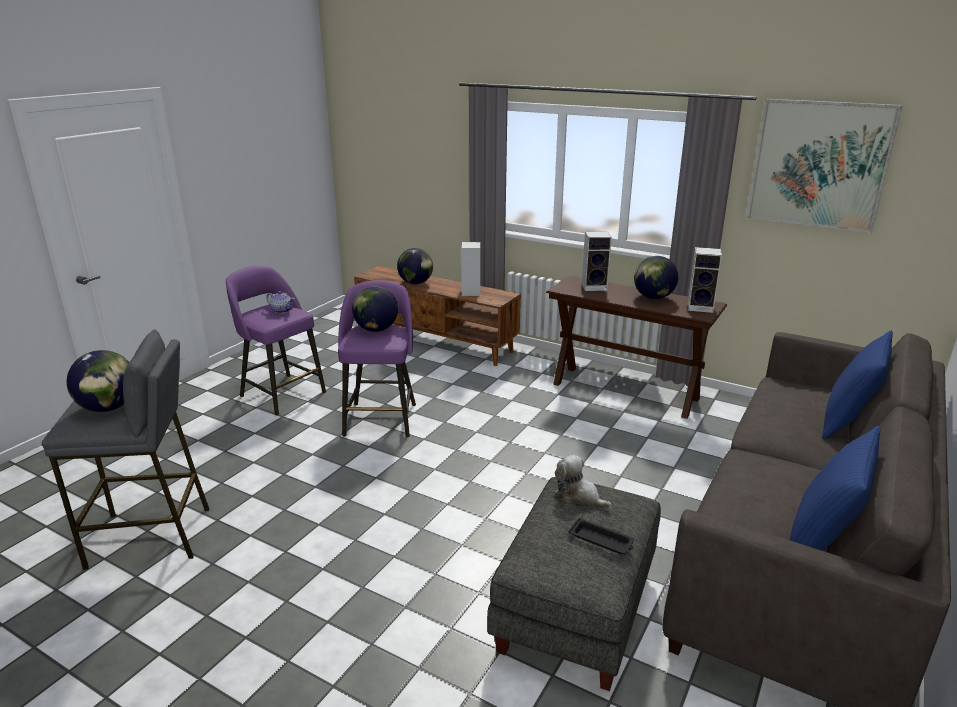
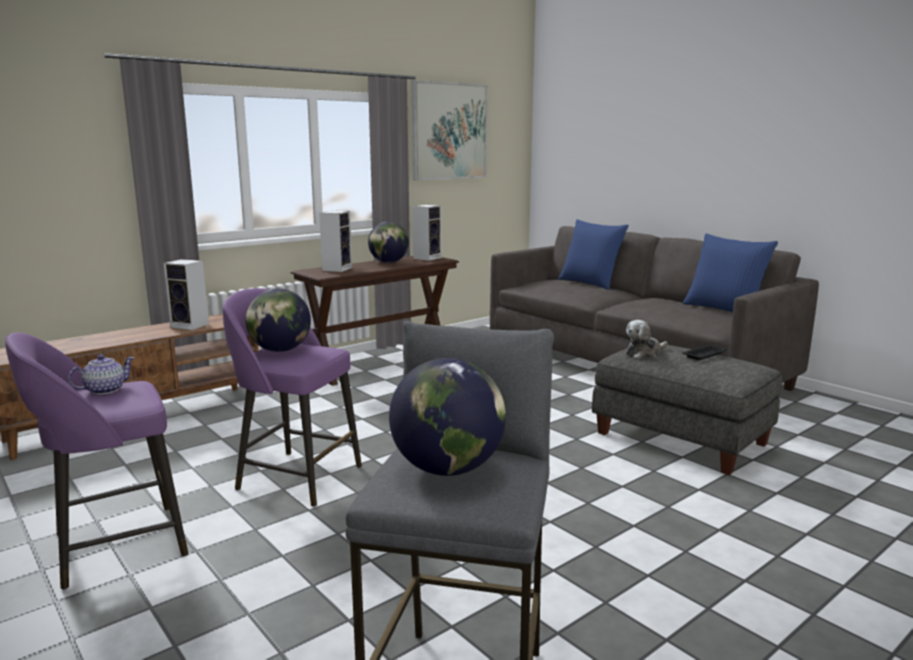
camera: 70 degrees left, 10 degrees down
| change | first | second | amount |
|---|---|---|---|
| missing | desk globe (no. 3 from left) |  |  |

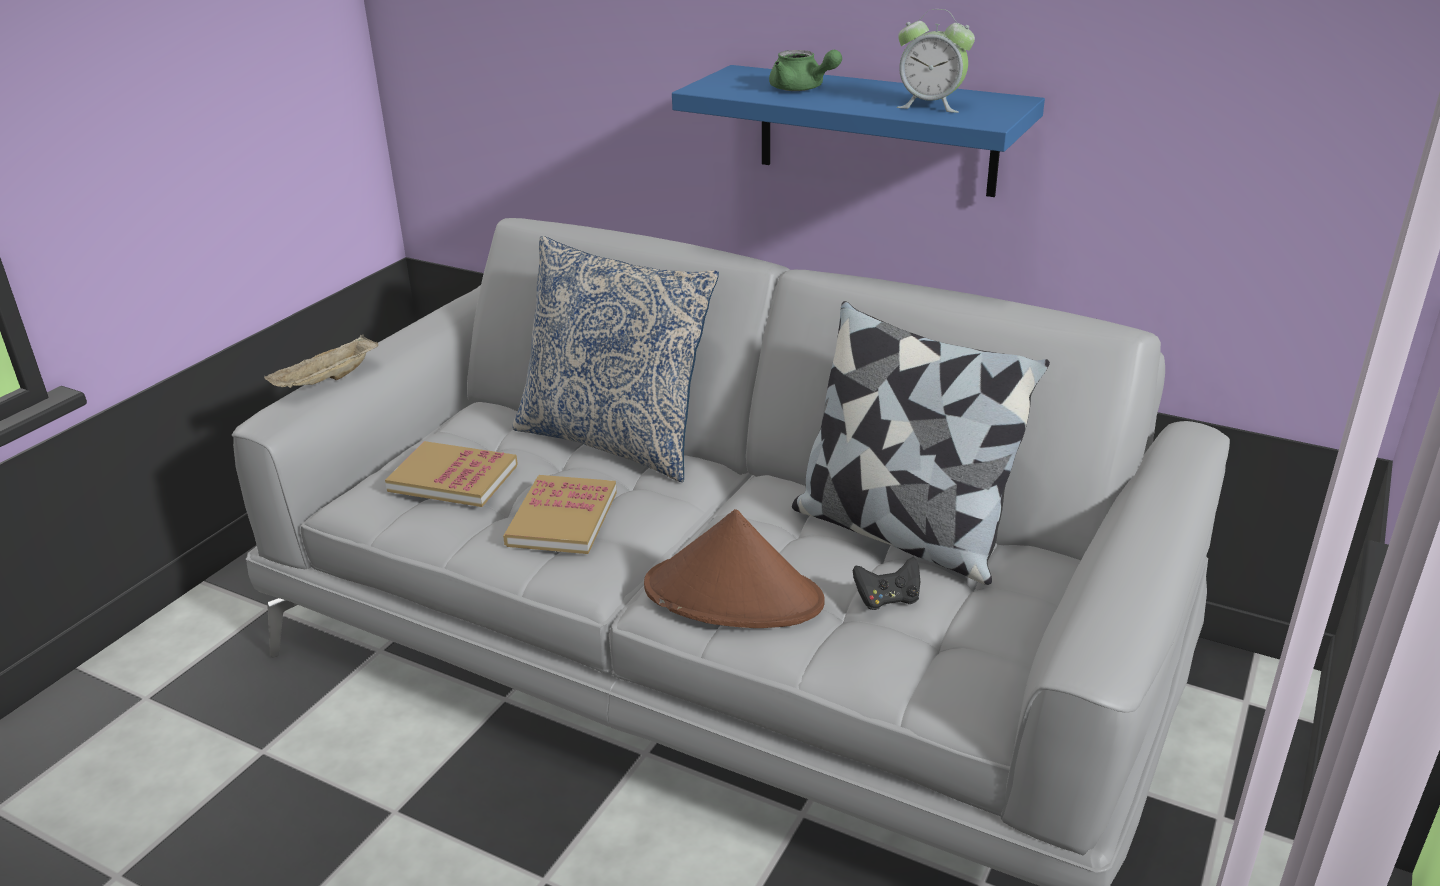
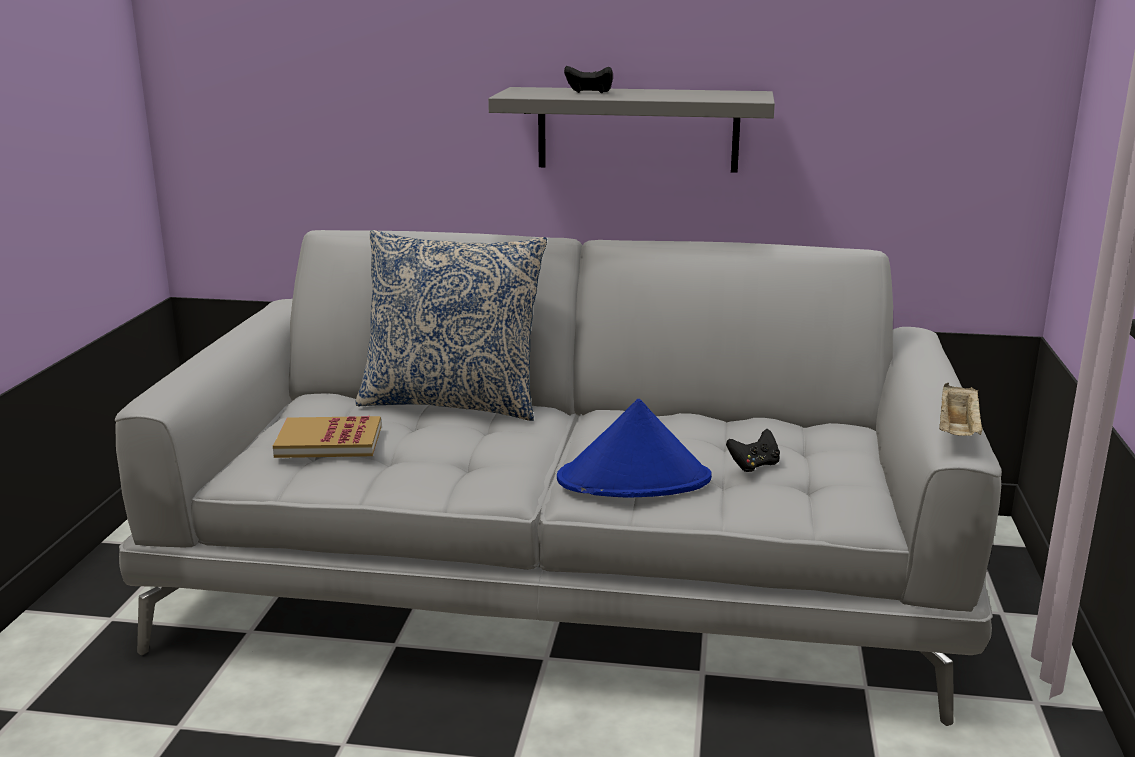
camera: 20 degrees left, 10 degrees down
| change | first | second | amount |
|---|---|---|---|
| missing | book (no. 2 from left) |  |  |
| missing | throw pillow (no. 2 from left) |  |  |
| missing | table clock |  |  |
| relocated | beige-coloured tray |  |  |
| exchanged | green teapot | black-coloured game controller (no. 1 from left) |  |
| colour | brownish hat | blue hat |  |
| colour | blue wall shelf | gray wall shelf |  |

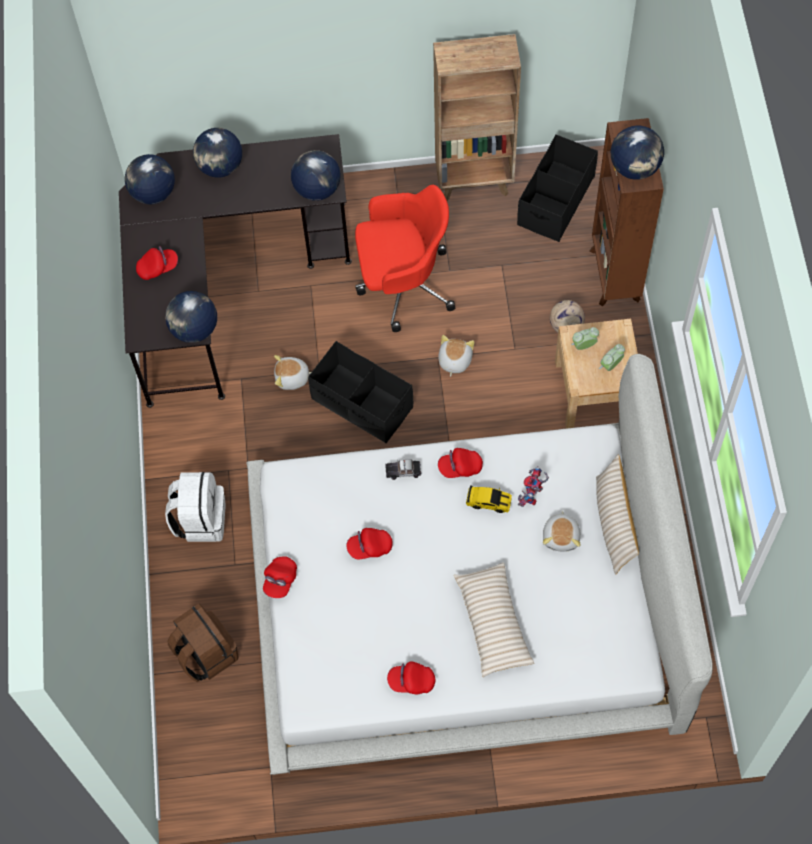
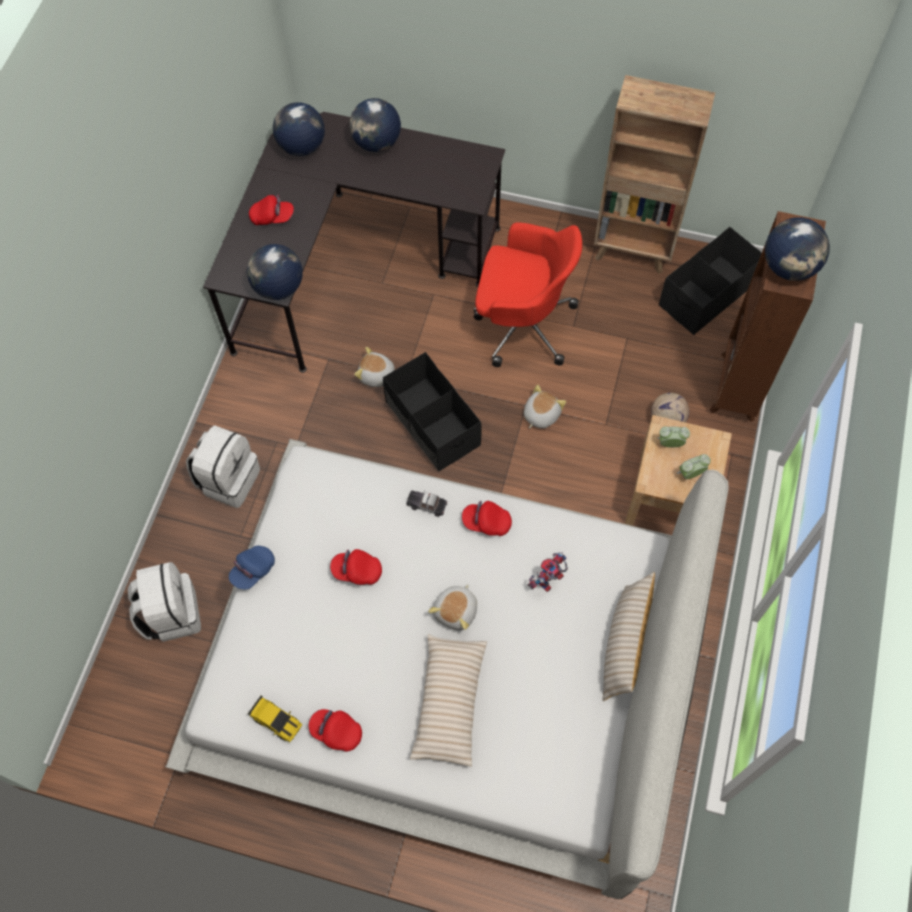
camera: 20 degrees right, 0 degrees up
| change | first | second | amount |
|---|---|---|---|
| missing | desk globe (no. 4 from left) |  |  |
| relocated | toy car (no. 2 from left in the first image) | toy car (no. 1 from left) |  |
| relocated | cuddly toy (no. 3 from left in the first image) | cuddly toy (no. 2 from left) |  |
| colour | brownish knapsack | white knapsack (no. 1 from left) |  |
| colour | red baseball cap (no. 2 from left) | blue baseball cap |  |

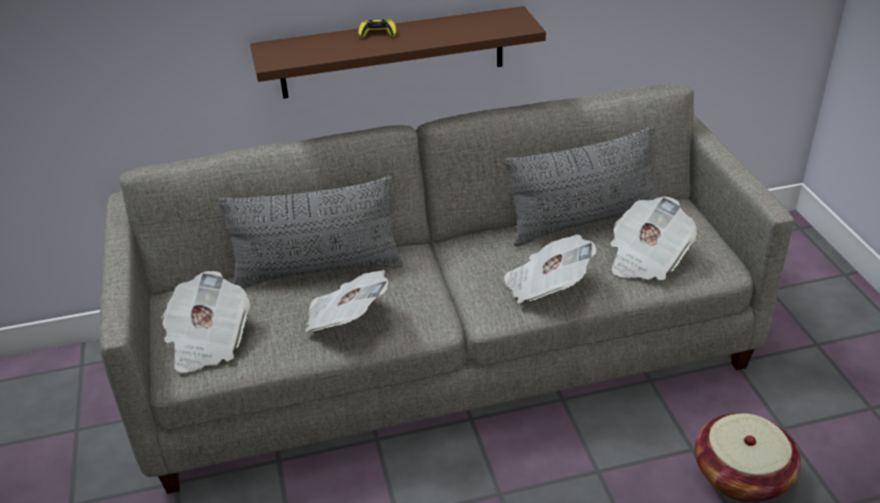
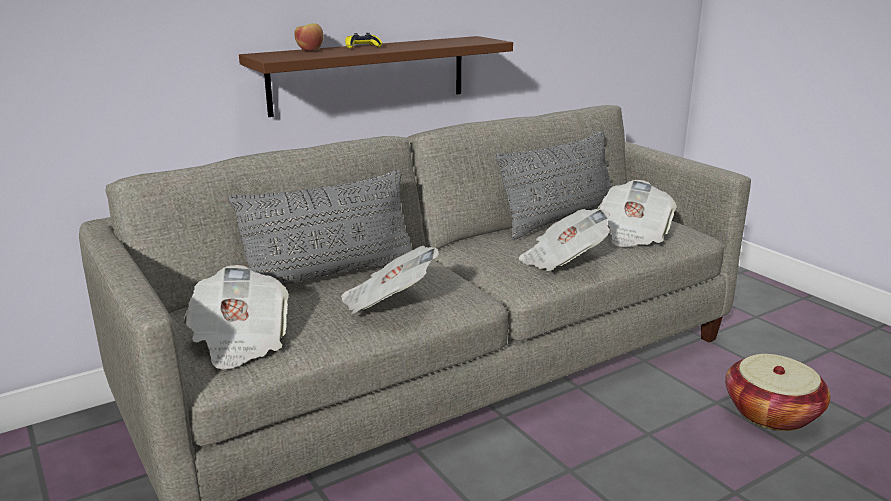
camera: 20 degrees left, 15 degrees down
| change | first | second | amount |
|---|---|---|---|
| appeared |  | whole apple |  |

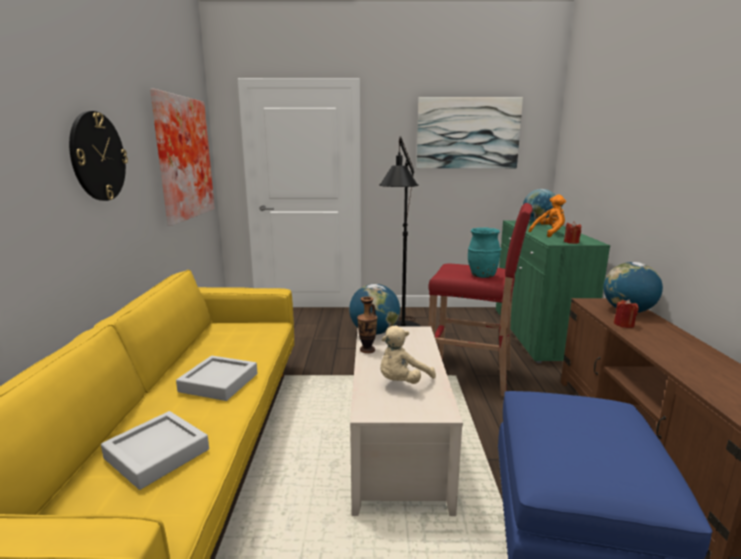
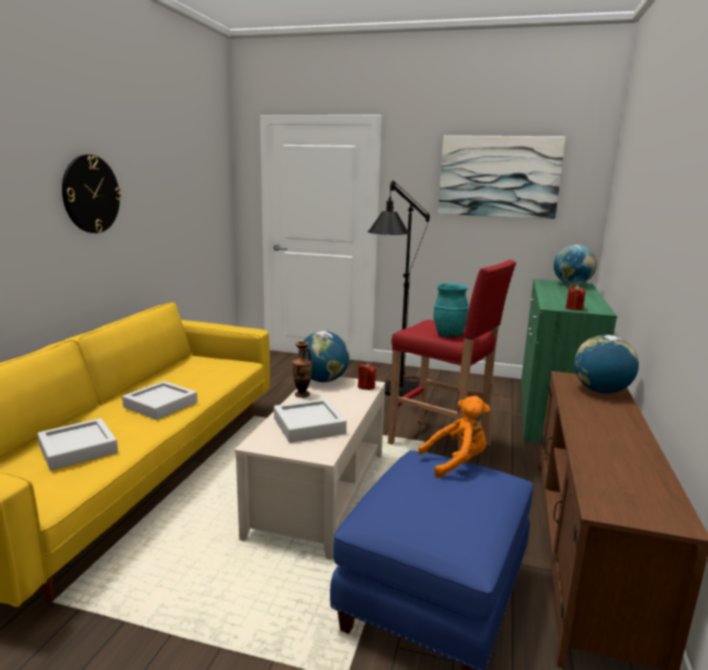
camera: 15 degrees right, 0 degrees up
| change | first | second | amount |
|---|---|---|---|
| missing | wall picture (no. 1 from left) |  |  |
| relocated | orangey cuddly toy |  |  |
| relocated | red candle (no. 2 from left in the first image) | red candle (no. 1 from left) |  |
| exchanged | beige-coloured cuddly toy | gray tray (no. 3 from left) |  |

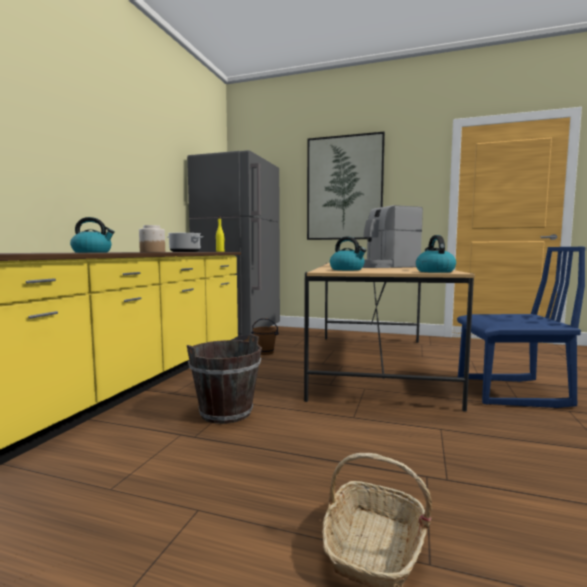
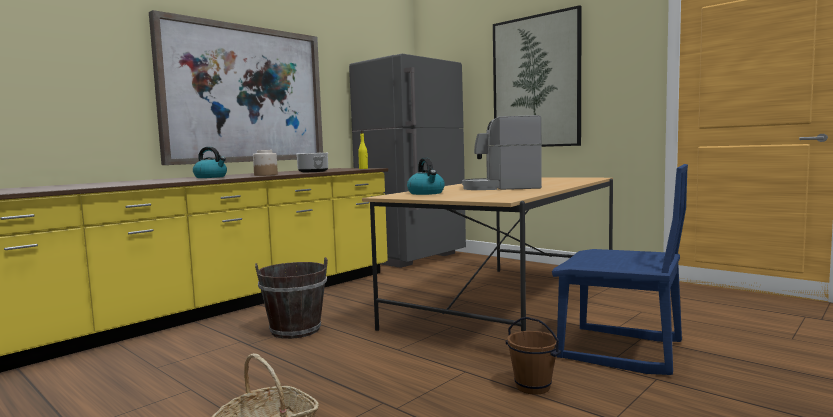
camera: 25 degrees right, 0 degrees up
| change | first | second | amount |
|---|---|---|---|
| missing | kettle (no. 3 from left) |  |  |
| appeared |  | wall picture (no. 1 from left) |  |
| relocated | brownish water bucket (no. 2 from left) |  |  |

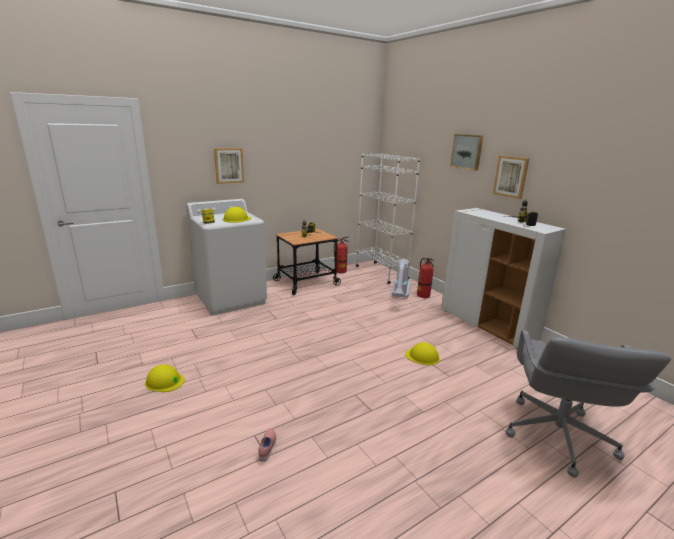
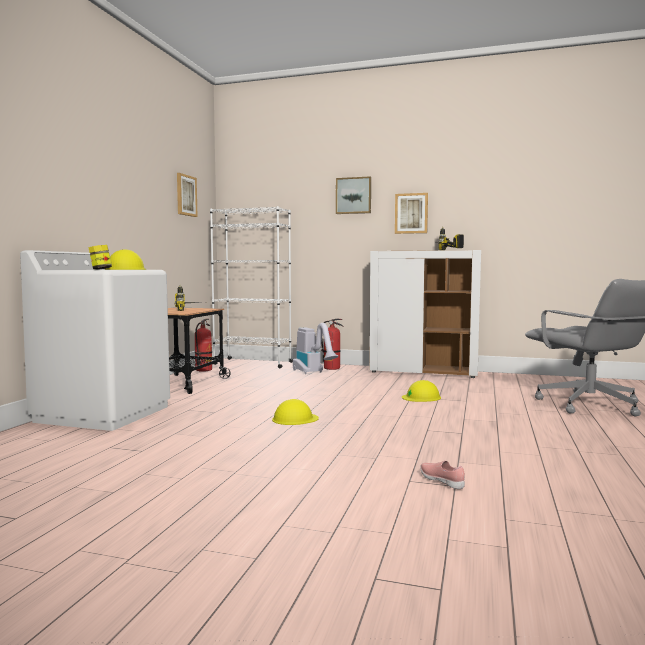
camera: 40 degrees left, 15 degrees down
| change | first | second | amount |
|---|---|---|---|
| relocated | yellowish work helmet (no. 1 from left in the first image) | yellowish work helmet (no. 2 from left) |  |
| relocated | wall picture (no. 1 from left) |  |  |

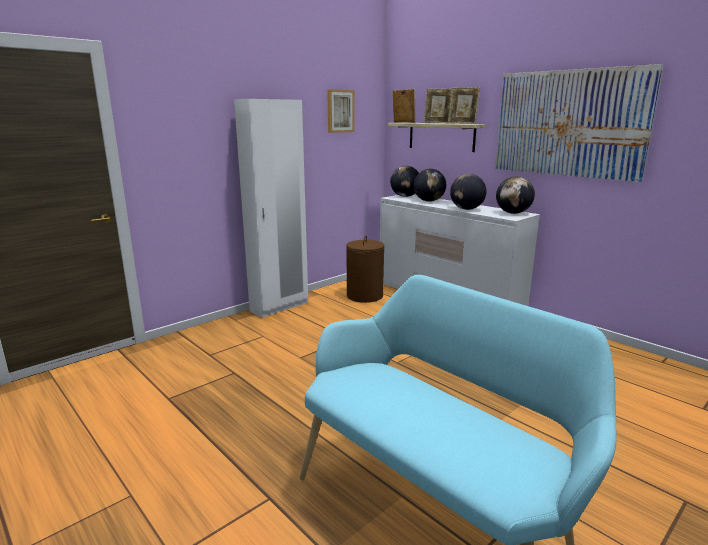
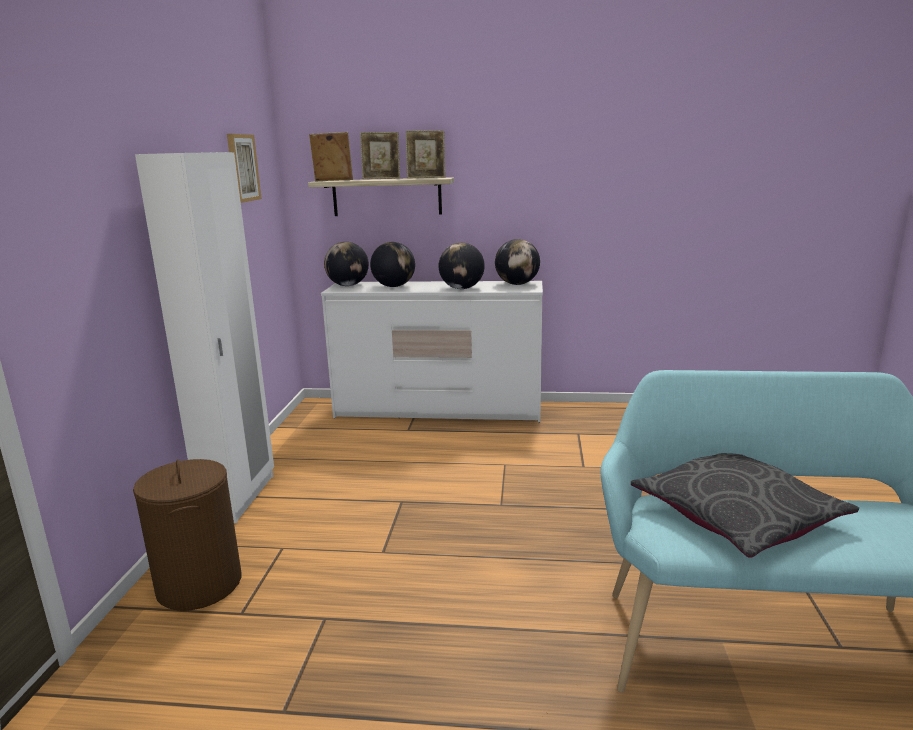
camera: 40 degrees left, 0 degrees up
| change | first | second | amount |
|---|---|---|---|
| missing | wall picture (no. 2 from left) |  |  |
| appeared |  | gray throw pillow |  |
| relocated | brownish washing basket |  |  |

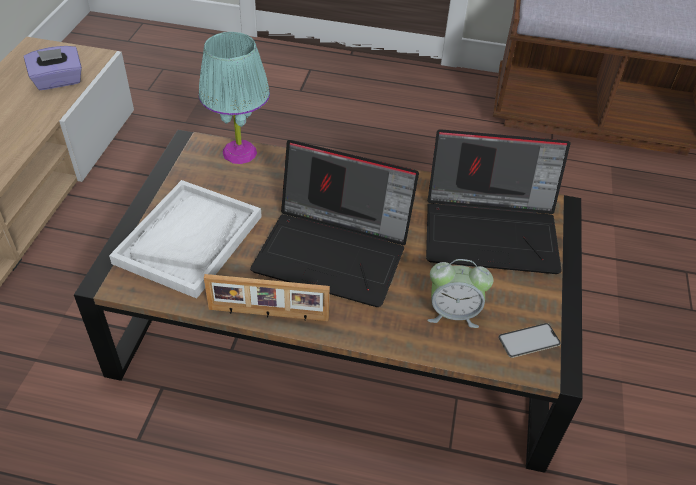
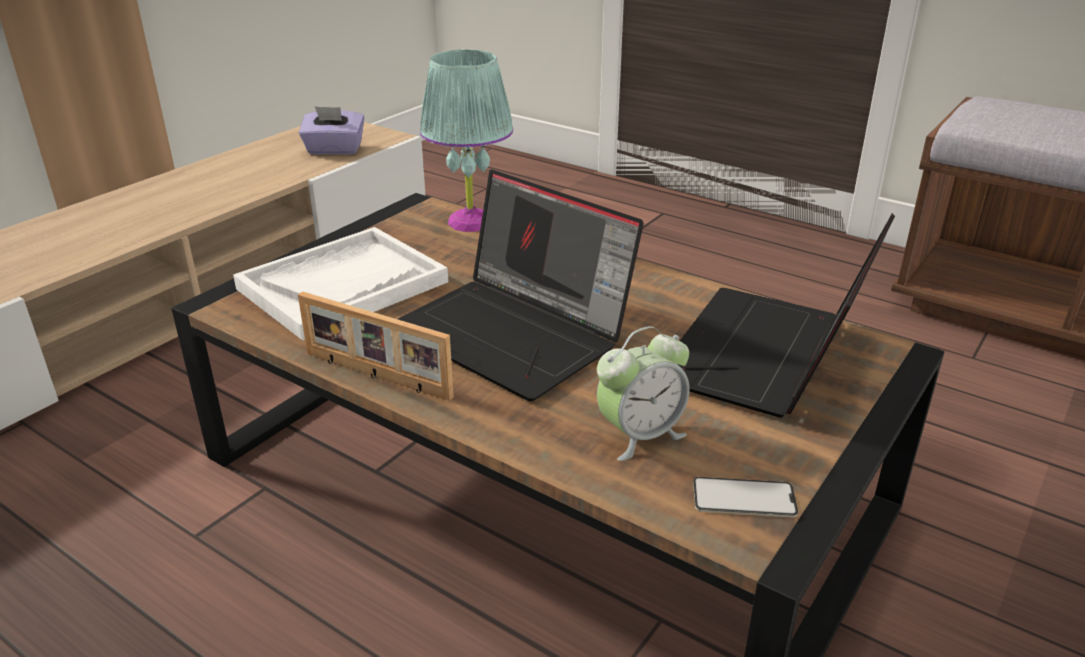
camera: 25 degrees right, 15 degrees down
| change | first | second | amount |
|---|---|---|---|
| spun | notebook computer (no. 2 from left) |  | 90 degrees clockwise |
| spun | table clock |  | 60 degrees counterclockwise |

